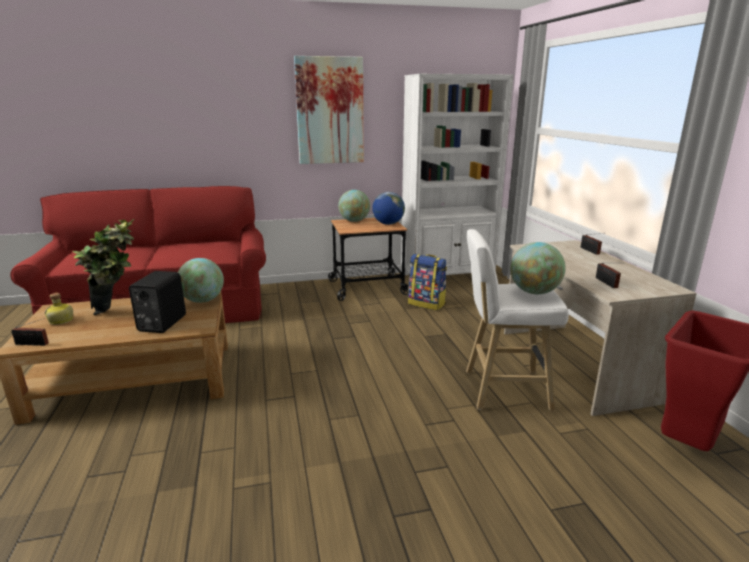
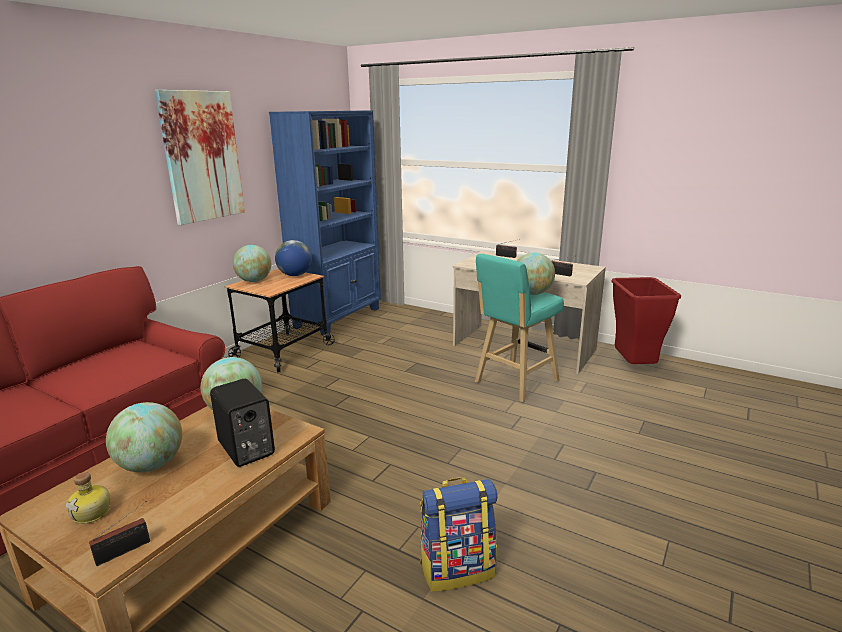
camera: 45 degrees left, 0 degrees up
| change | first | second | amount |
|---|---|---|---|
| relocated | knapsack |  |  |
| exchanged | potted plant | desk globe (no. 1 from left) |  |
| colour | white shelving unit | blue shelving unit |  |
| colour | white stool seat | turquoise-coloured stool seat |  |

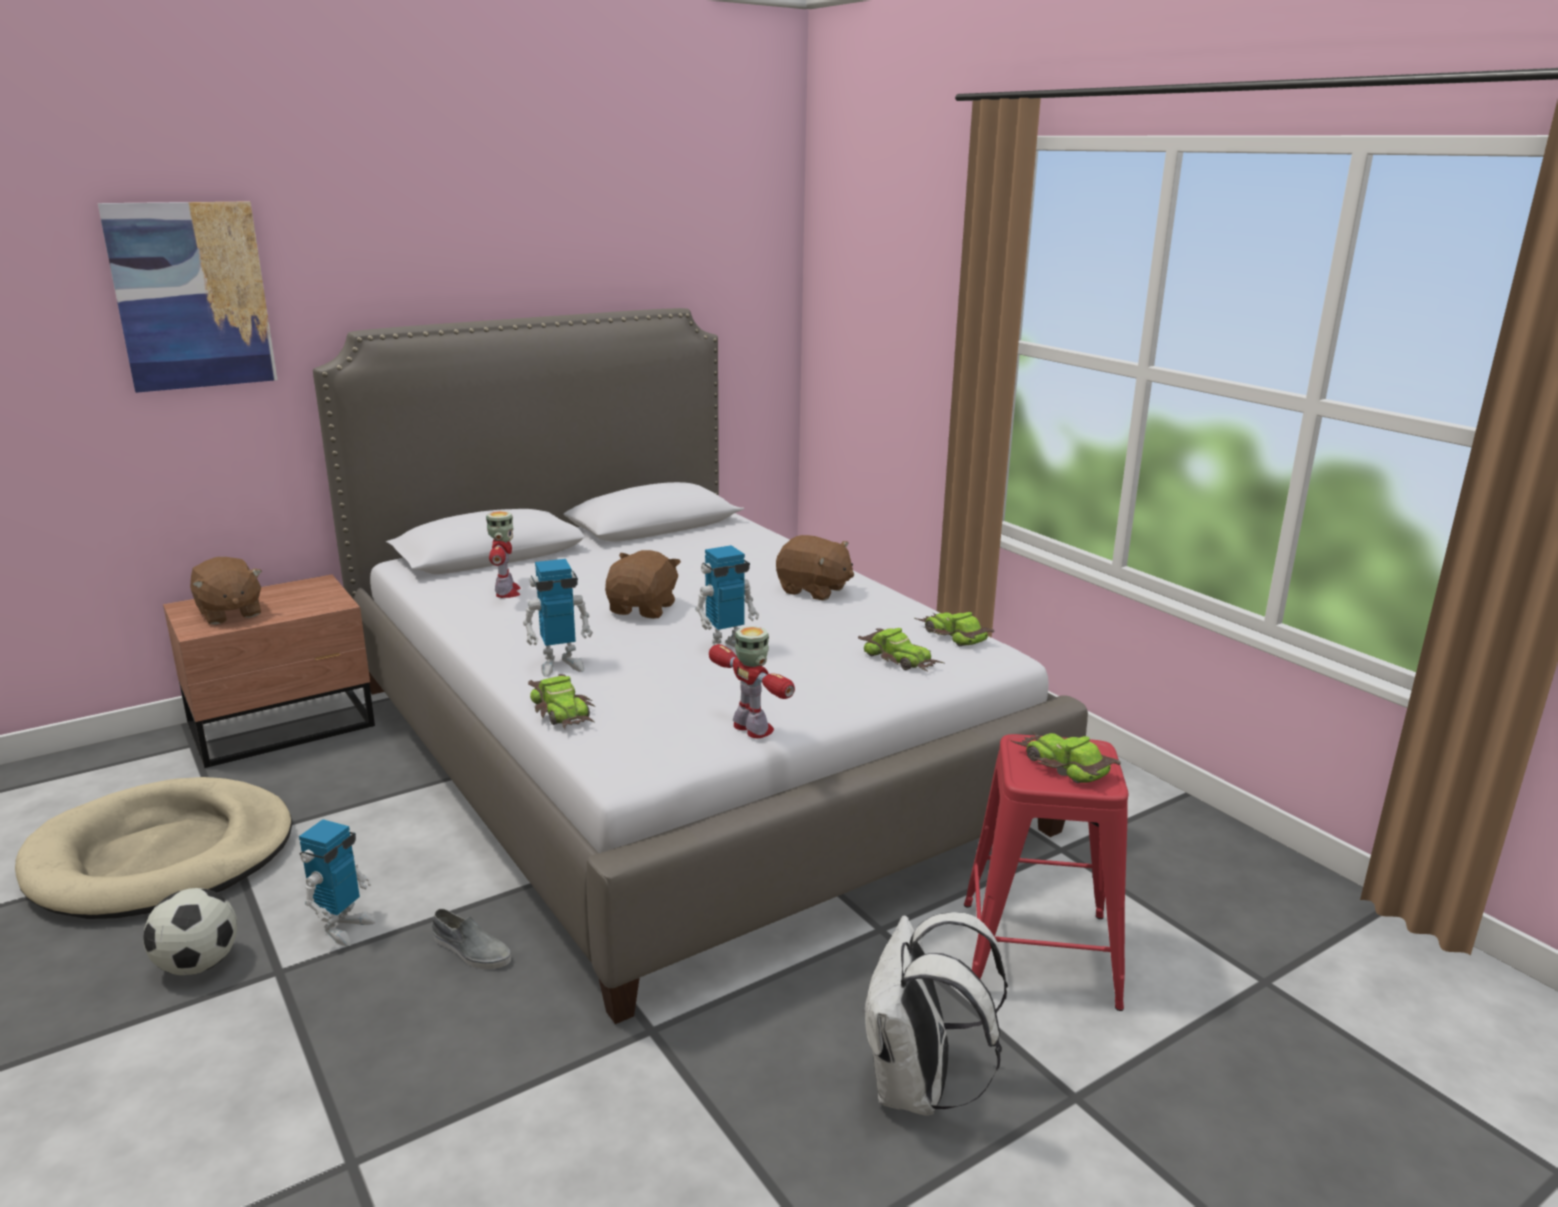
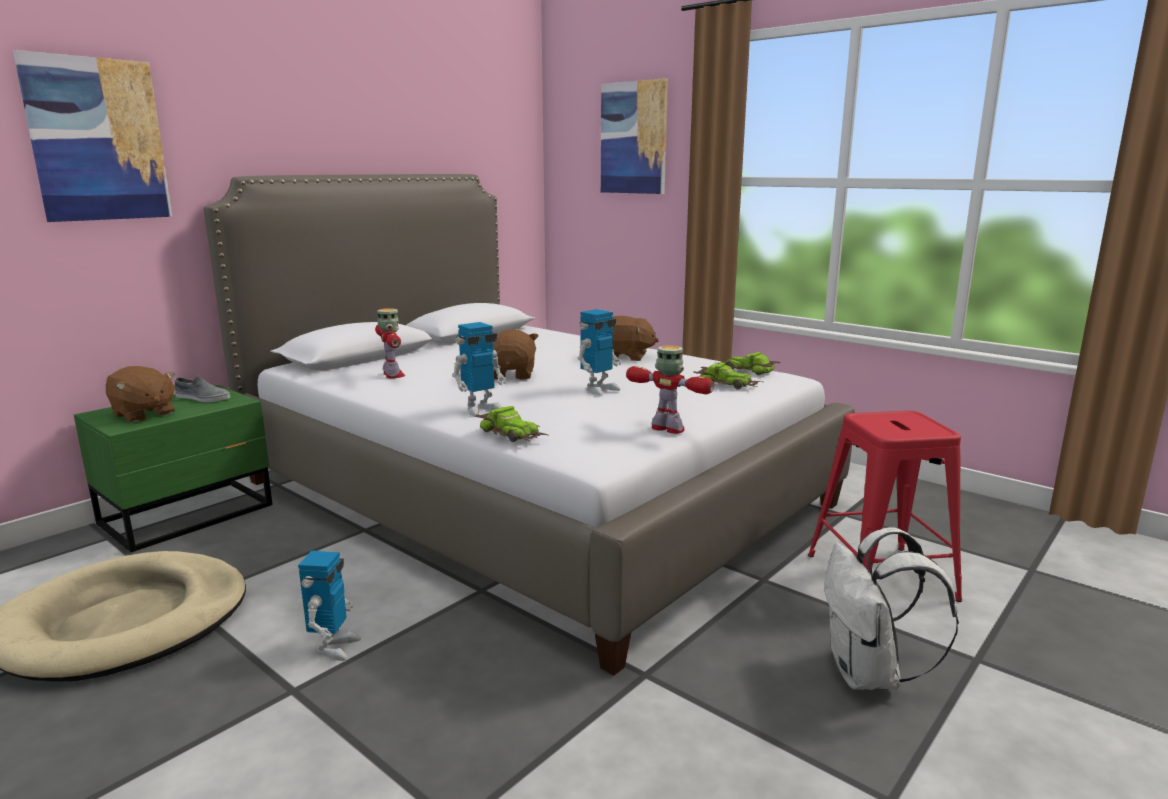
camera: 15 degrees left, 5 degrees down
| change | first | second | amount |
|---|---|---|---|
| missing | ball for football |  |  |
| missing | toy car (no. 4 from left) |  |  |
| appeared |  | wall picture (no. 2 from left) |  |
| relocated | gray low shoe |  |  |
| colour | brownish nightstand | green nightstand |  |

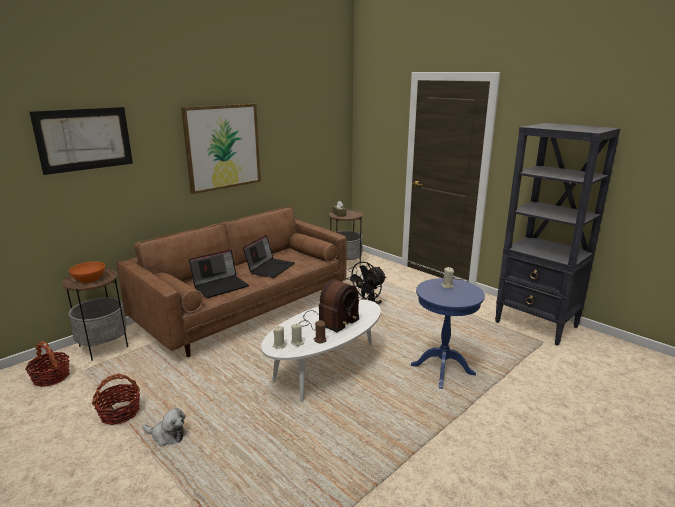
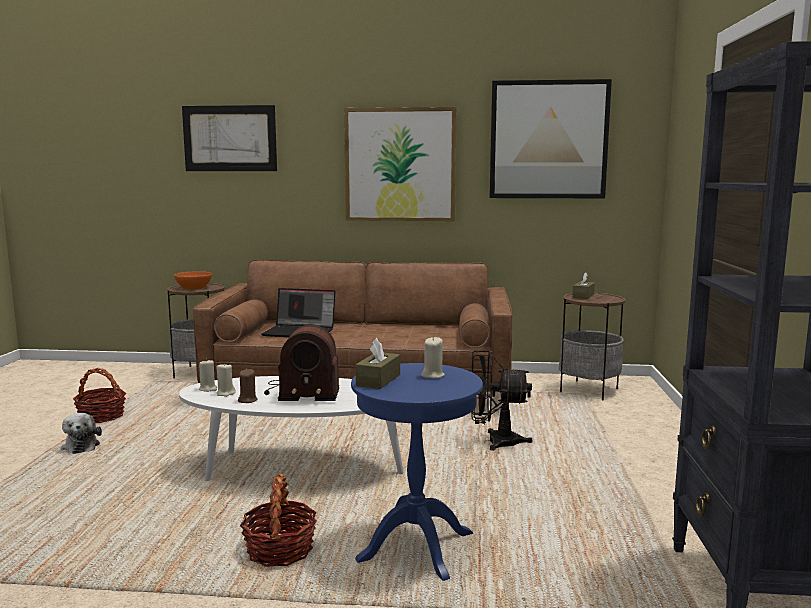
camera: 50 degrees right, 10 degrees down
| change | first | second | amount |
|---|---|---|---|
| missing | notebook computer (no. 2 from left) |  |  |
| appeared |  | brownish tissue holder (no. 1 from left) |  |
| appeared |  | wall picture (no. 3 from left) |  |
| relocated | basket (no. 1 from left in the first image) | basket (no. 2 from left) |  |

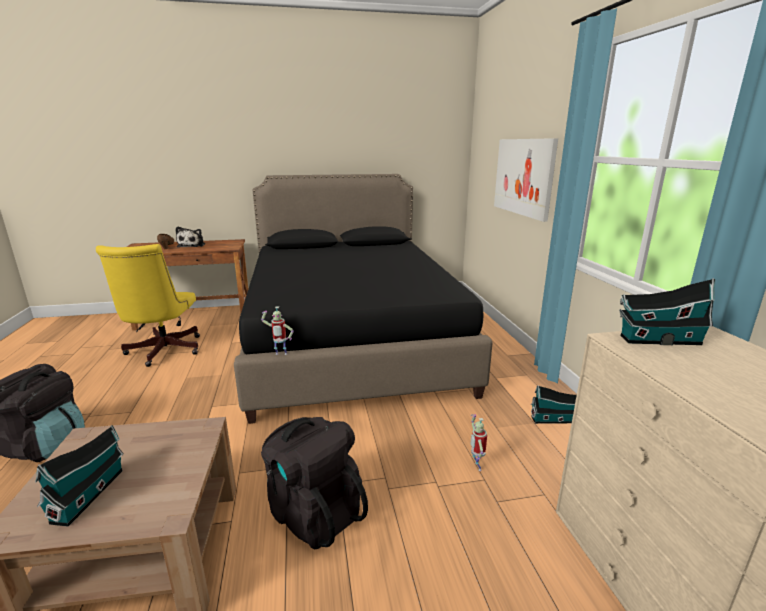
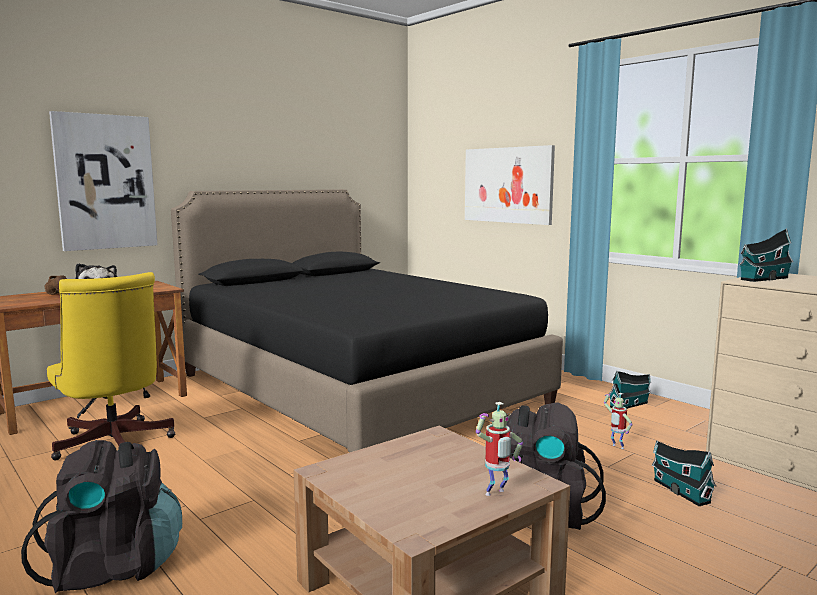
camera: 30 degrees left, 10 degrees down
| change | first | second | amount |
|---|---|---|---|
| appeared |  | wall picture (no. 1 from left) |  |
| relocated | miniature house (no. 1 from left in the first image) | miniature house (no. 2 from left) |  |
| relocated | model robot (no. 1 from left) |  |  |

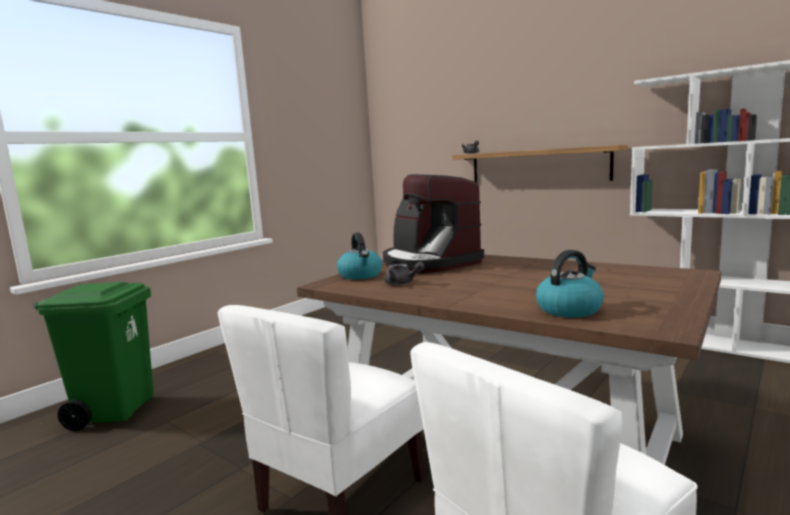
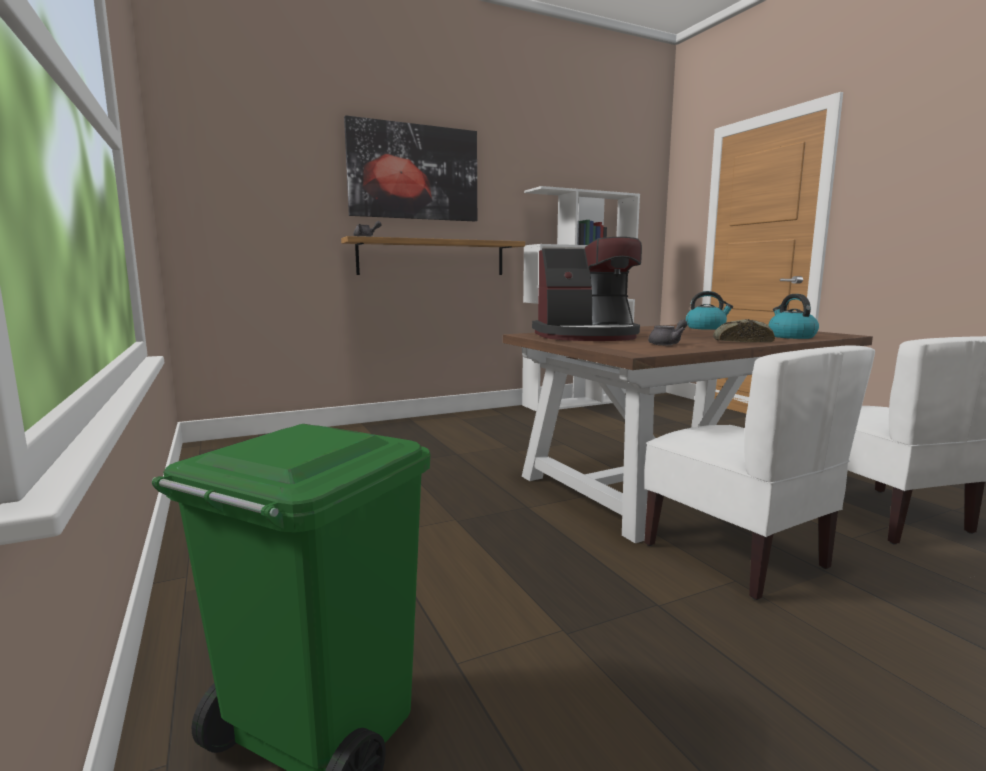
camera: 65 degrees left, 0 degrees up
| change | first | second | amount |
|---|---|---|---|
| appeared |  | wall picture |  |
| appeared |  | bread |  |
| relocated | kettle (no. 1 from left) |  |  |

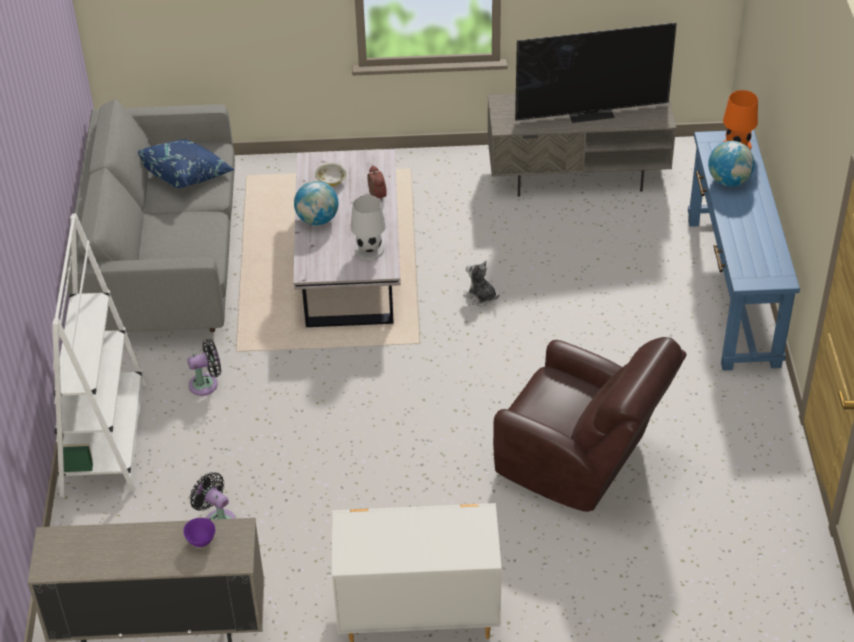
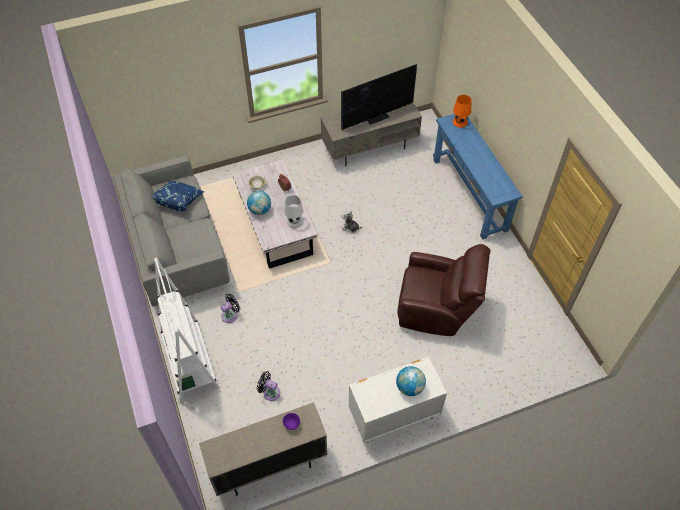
camera: 20 degrees left, 10 degrees up
| change | first | second | amount |
|---|---|---|---|
| relocated | desk globe (no. 2 from left) |  |  |

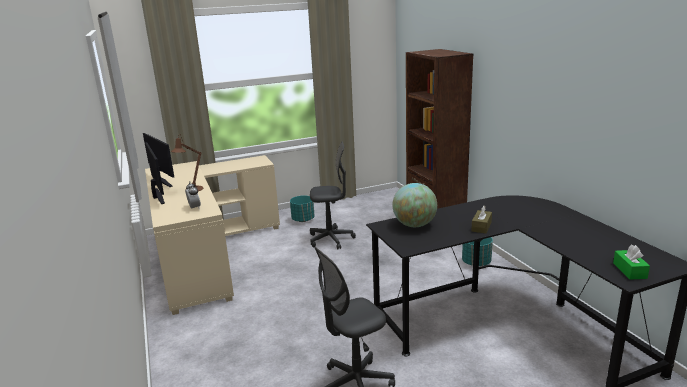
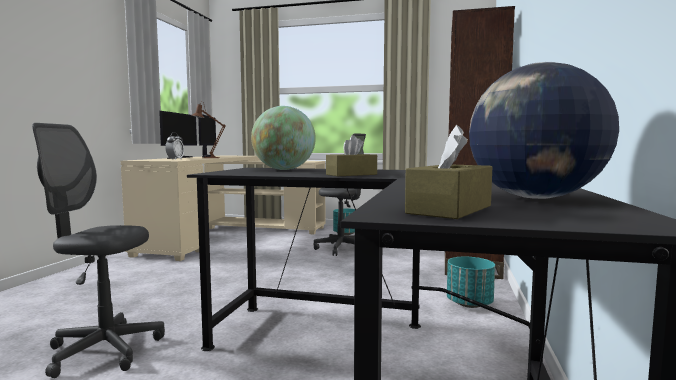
camera: 35 degrees right, 15 degrees down
| change | first | second | amount |
|---|---|---|---|
| appeared |  | desk globe (no. 2 from left) |  |
| colour | green tissue holder | brownish tissue holder (no. 2 from left) |  |

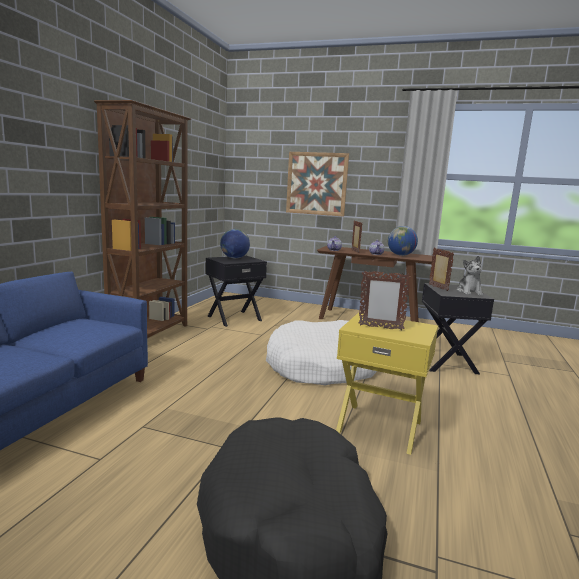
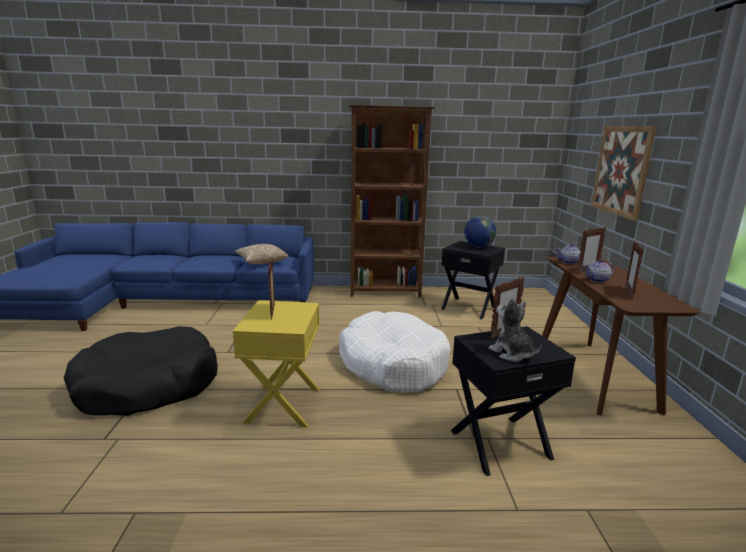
camera: 70 degrees right, 5 degrees up
| change | first | second | amount |
|---|---|---|---|
| appeared |  | throw pillow |  |
| exchanged | desk globe (no. 2 from left) | picture frame (no. 4 from left) |  |
| spun | cuddly toy |  | 75 degrees clockwise |

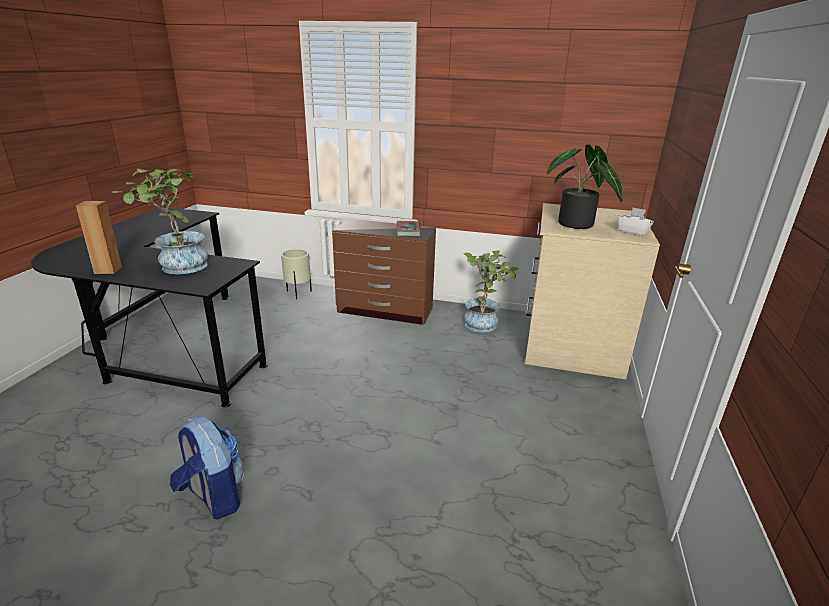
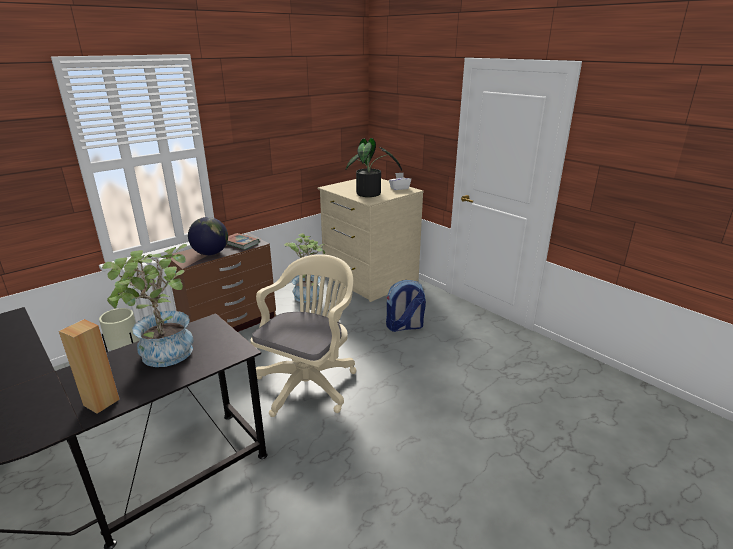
camera: 55 degrees left, 0 degrees up
| change | first | second | amount |
|---|---|---|---|
| appeared |  | desk globe |  |
| appeared |  | beige-coloured computer chair |  |
| relocated | knapsack |  |  |

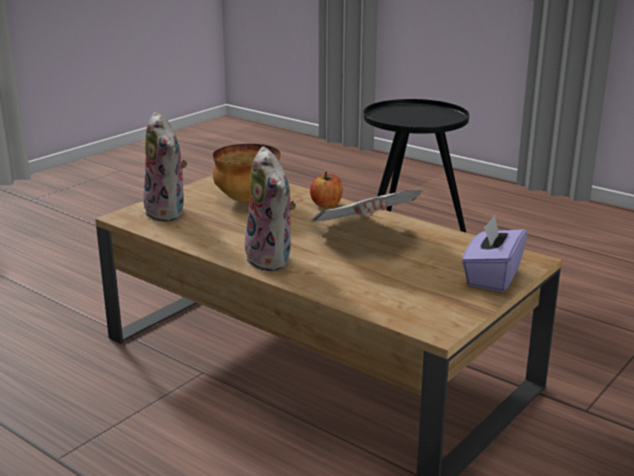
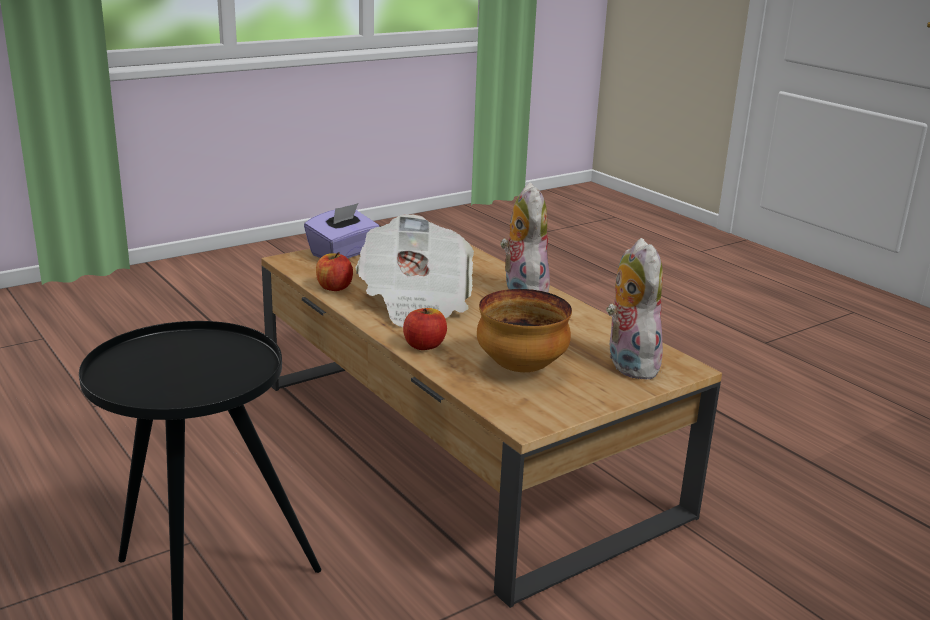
camera: 165 degrees left, 0 degrees up
| change | first | second | amount |
|---|---|---|---|
| appeared |  | whole apple (no. 1 from left) |  |

